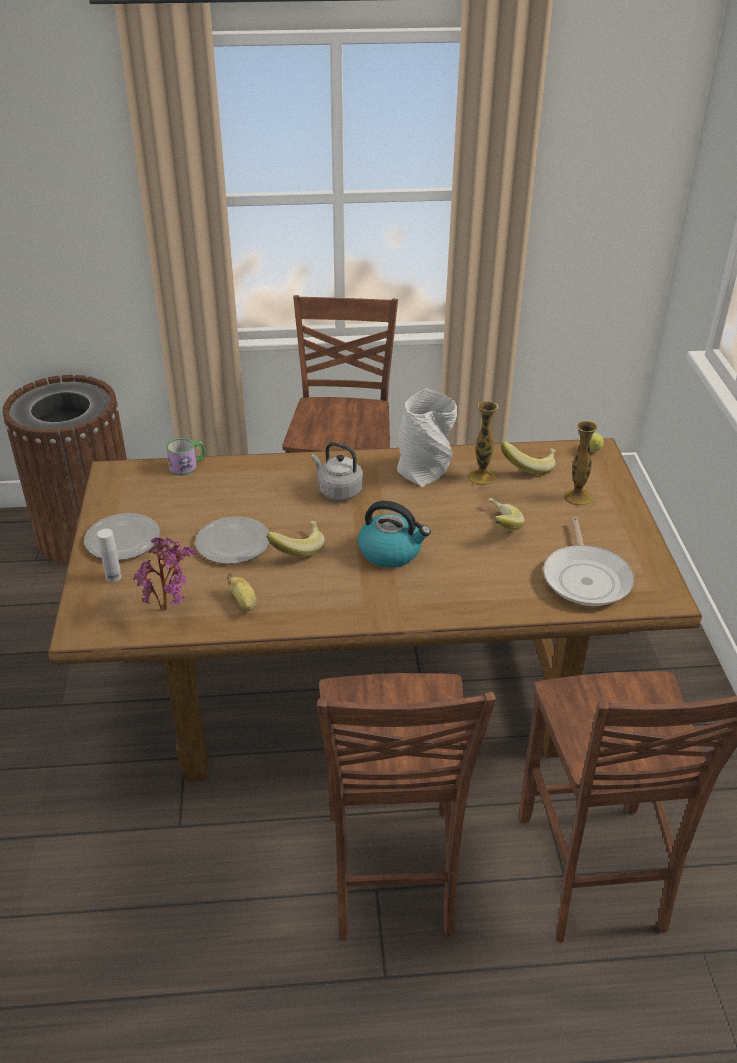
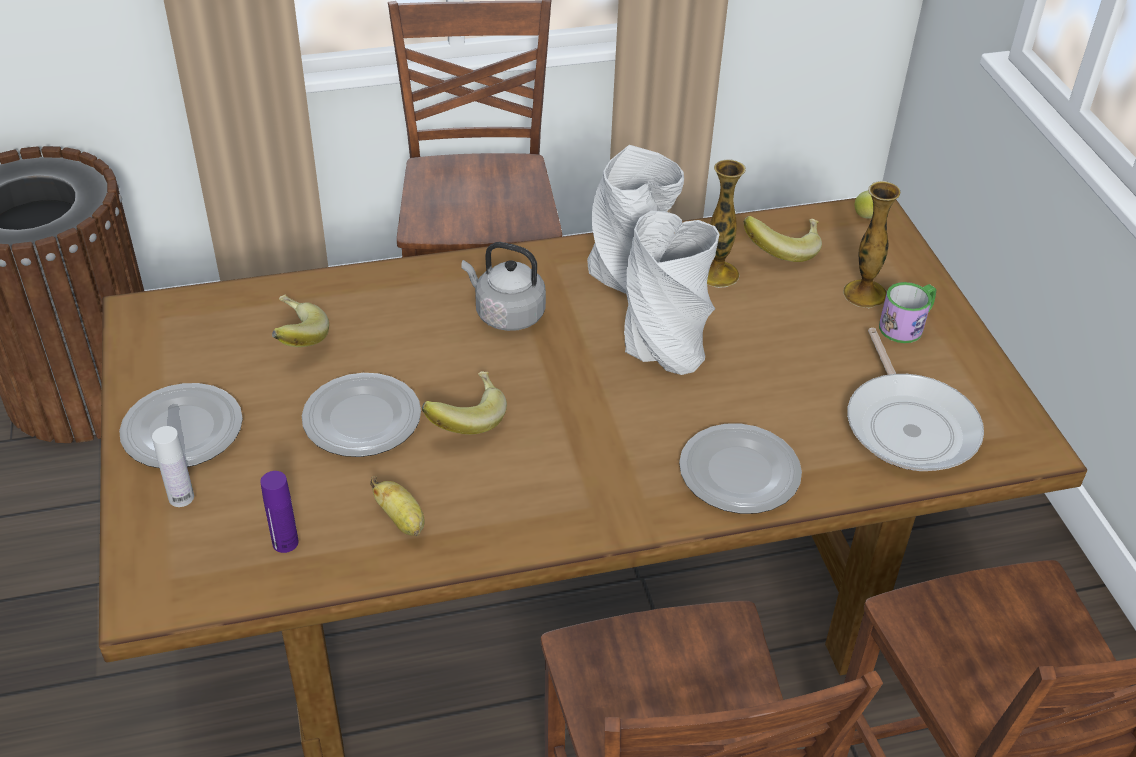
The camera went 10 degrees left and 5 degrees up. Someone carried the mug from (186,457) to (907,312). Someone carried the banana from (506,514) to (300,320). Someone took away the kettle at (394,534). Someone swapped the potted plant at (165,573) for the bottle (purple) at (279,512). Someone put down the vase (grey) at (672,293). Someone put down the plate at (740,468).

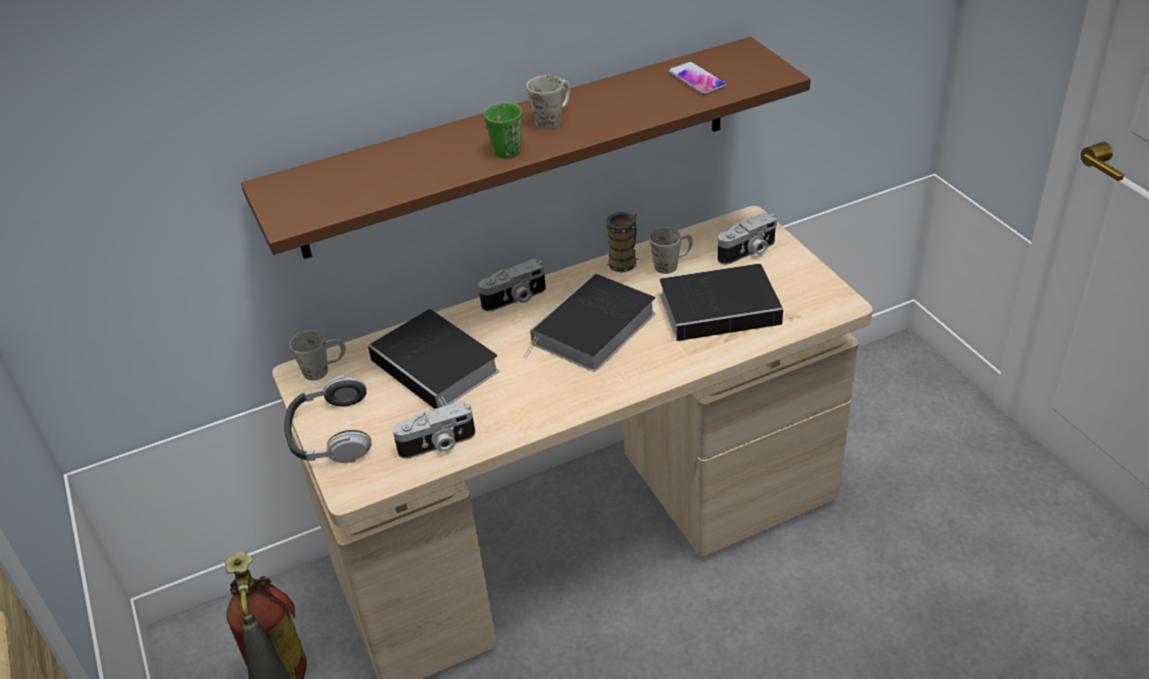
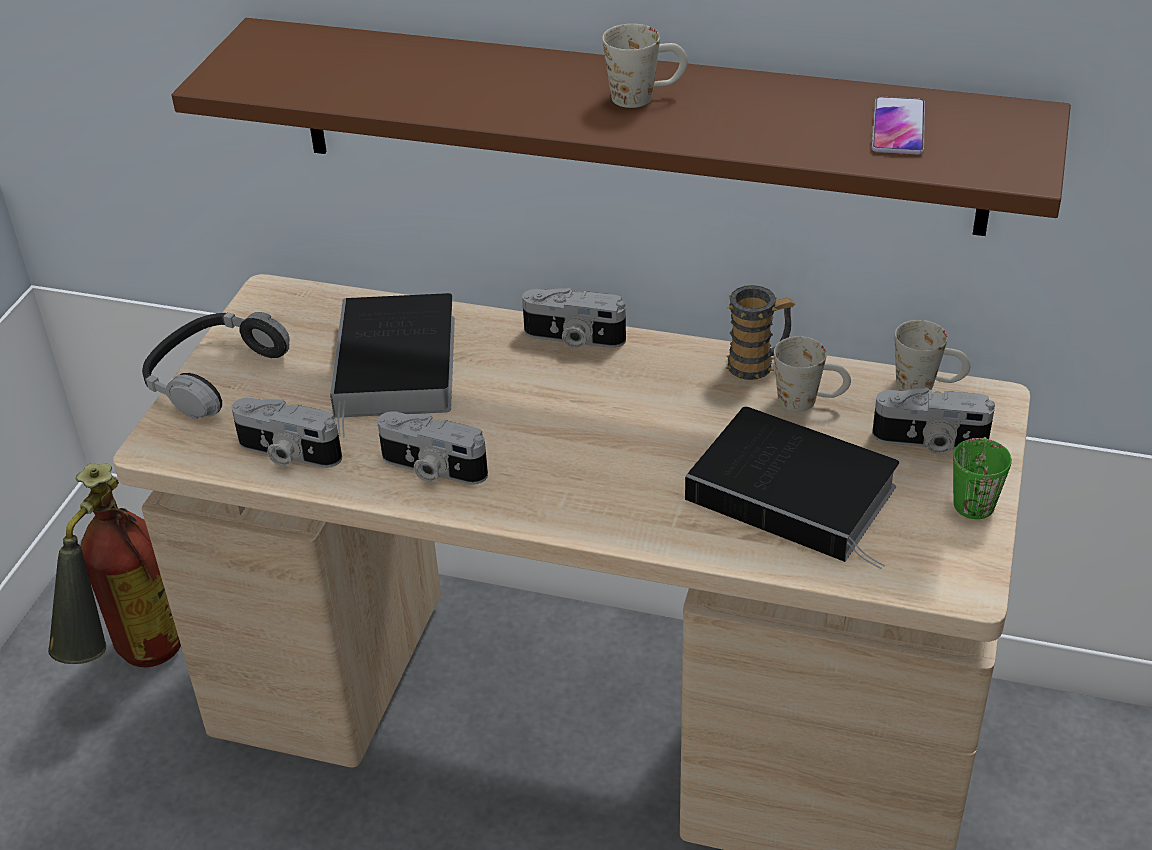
The camera went 40 degrees right and 0 degrees up. Someone carried the mug (green) from (503,131) to (982,478). Someone took away the book at (589,322). Someone carried the mug (white) from (318,355) to (932,355). Someone put down the photo camera at (432,448).

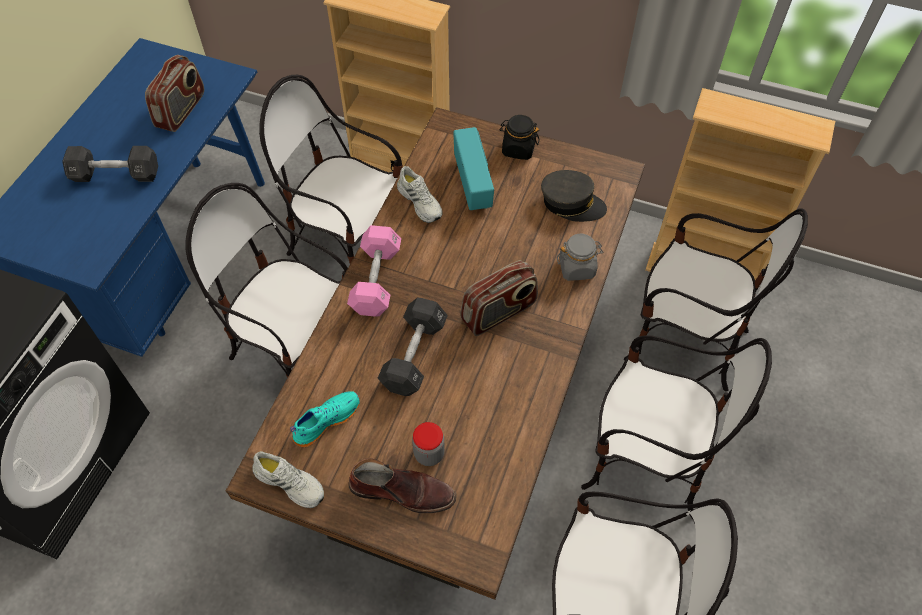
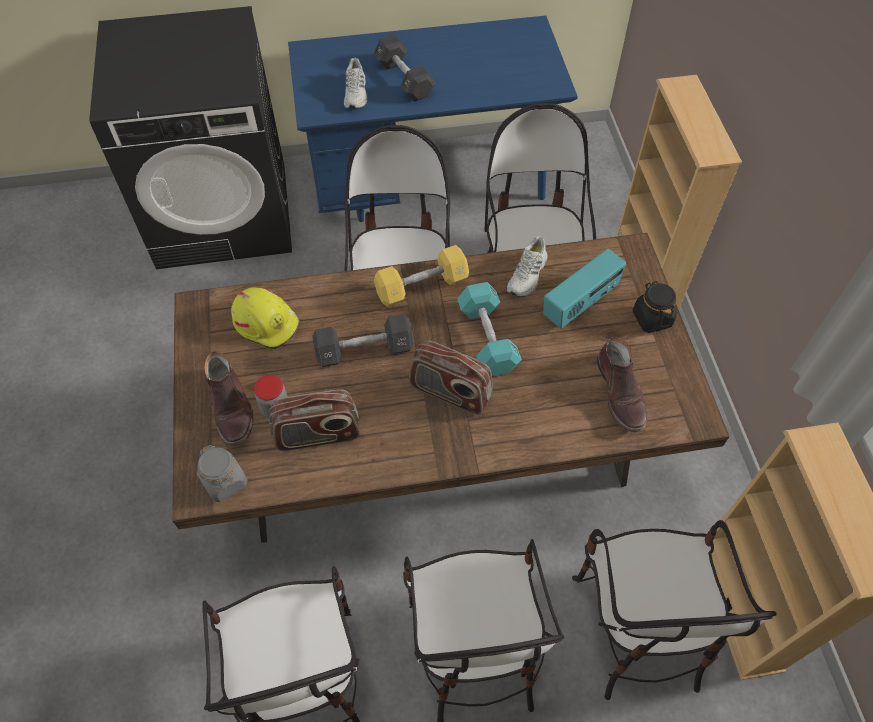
The camera went 60 degrees right and 0 degrees up. Someone carried the radio from (174,93) to (314,420). Someone swapped the cap (grey) at (574,196) for the boot (brown) at (622,385). Someone repainted the dumbbell (pink) at (374,271), which became the dumbbell (yellow) at (421,276). Someone carried the jar (grey) from (580,257) to (222,473). Someone swapped the shoe (turquoise) at (325,419) for the hard hat (yellow) at (265,318). Someone carried the shoe (white) from (288,479) to (355,83). Someone put down the dumbbell (turquoise) at (489,329).

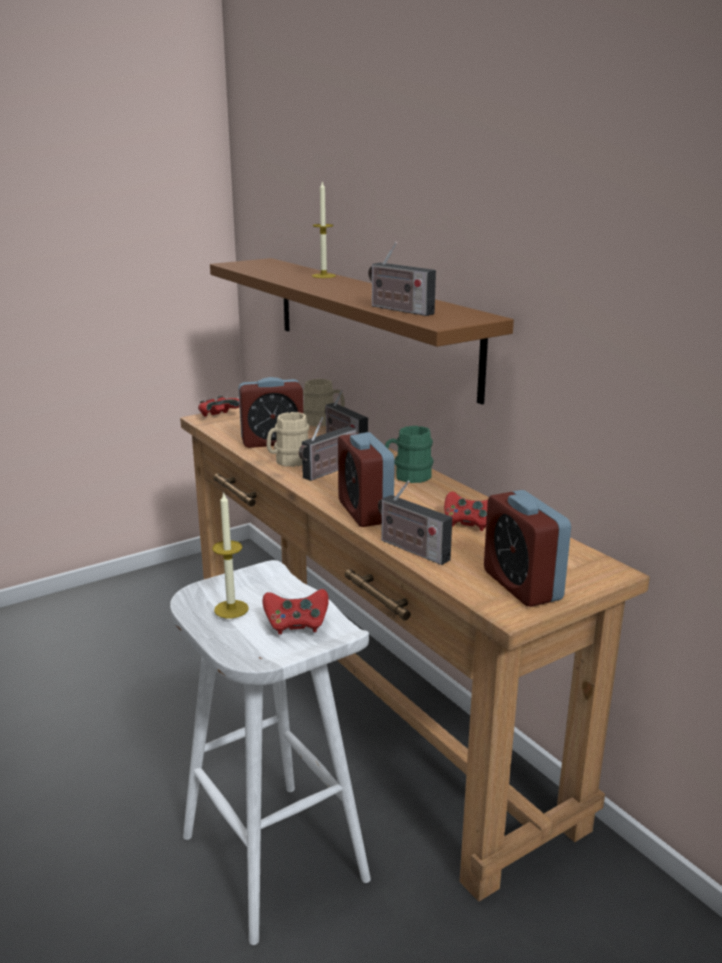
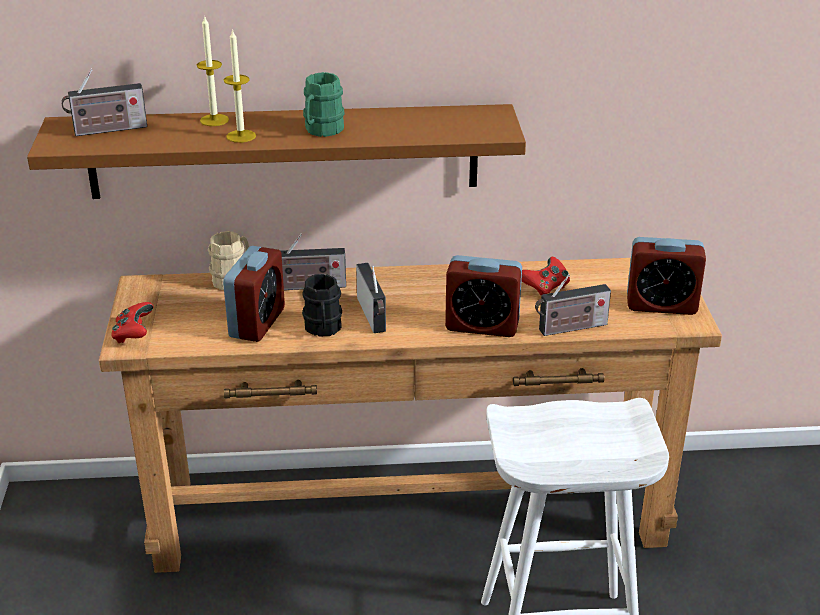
The camera went 60 degrees left and 10 degrees up. Someone carried the radio from (402,279) to (104,102). Someone repainted the mug (beige) at (288,439), which became the mug (black) at (322,305). Someone carried the mug (green) from (409,454) to (323,104). Someone carried the candle from (230,555) to (240,86). Someone took away the game controller (red) at (295,611).

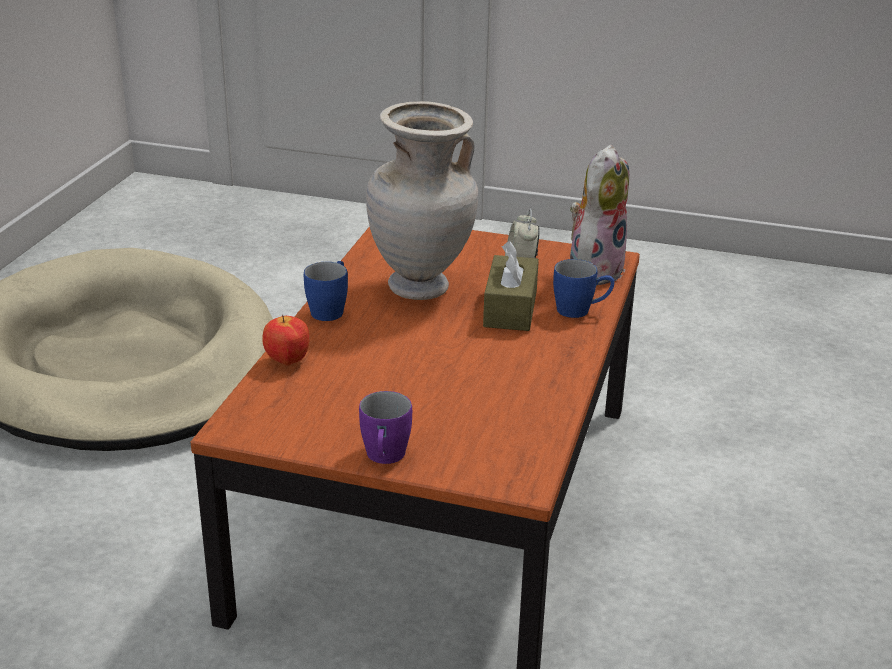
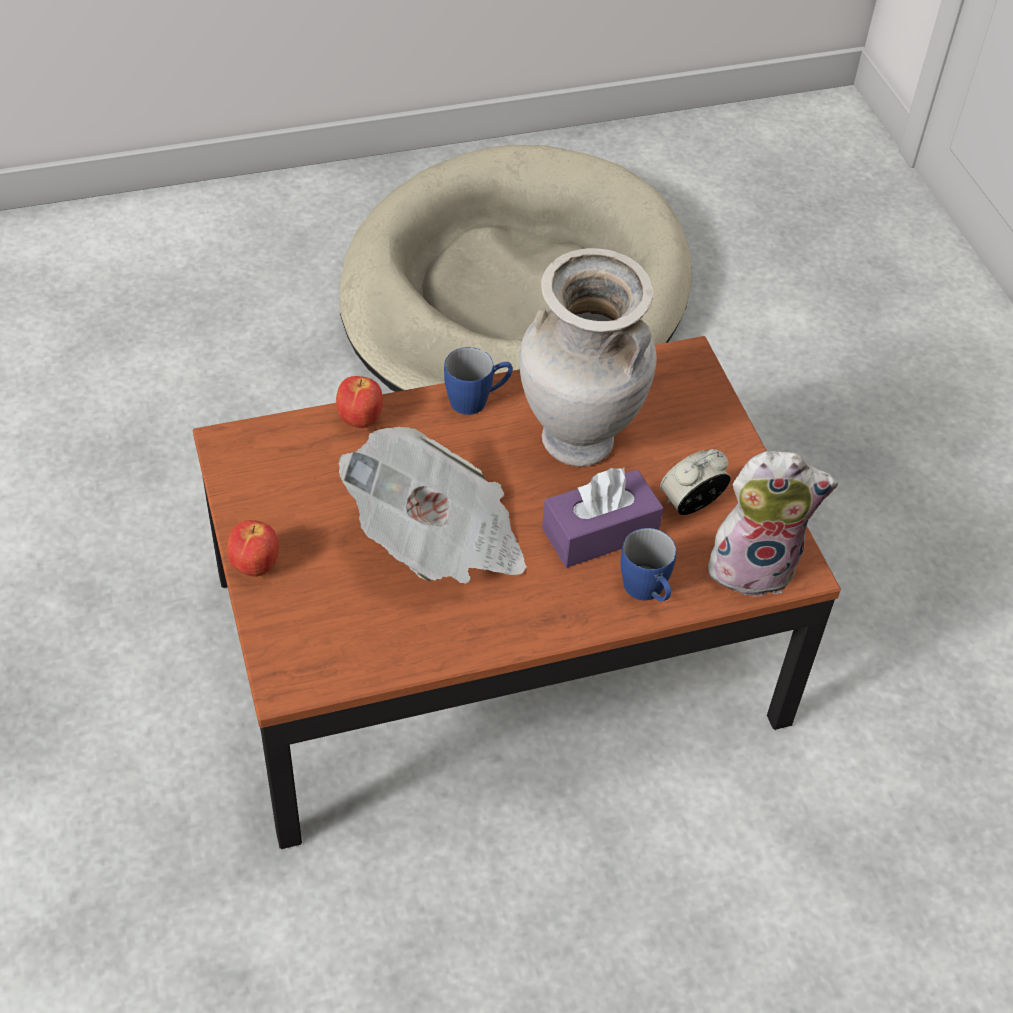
The camera went 55 degrees right and 20 degrees up. Someone repainted the tissue box (brown) at (511,286), which became the tissue box (purple) at (602,517). Someone swapped the mug (purple) at (385,427) for the apple at (253,548). Someone put down the newspaper at (433,505).

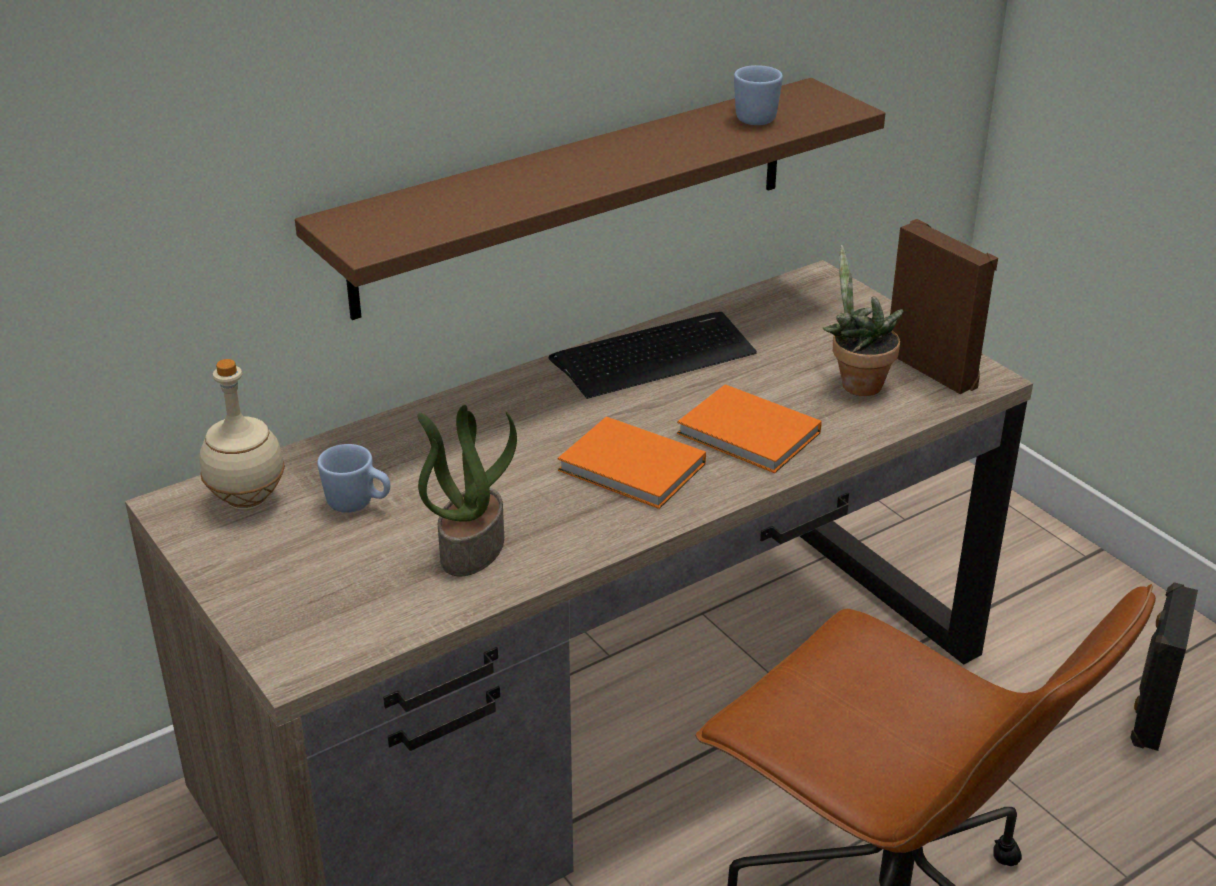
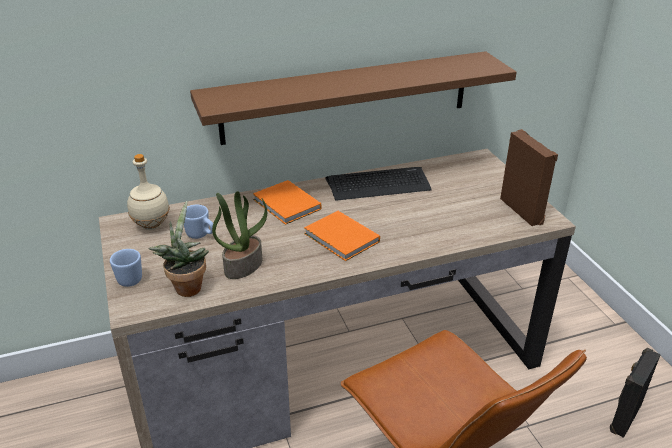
The camera went 15 degrees right and 0 degrees up. Someone carried the mug (blue) from (758,95) to (126,268). Someone carried the potted plant from (863,320) to (179,249). Someone carried the book (orange) from (749,428) to (287,202).

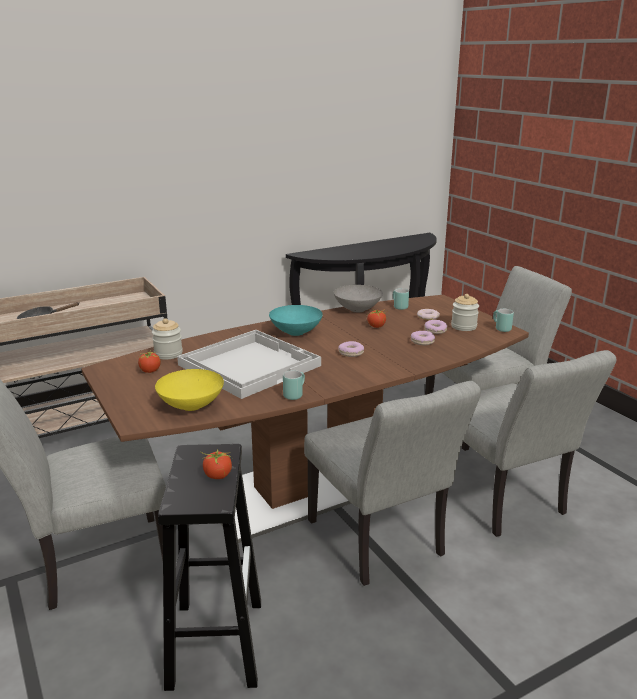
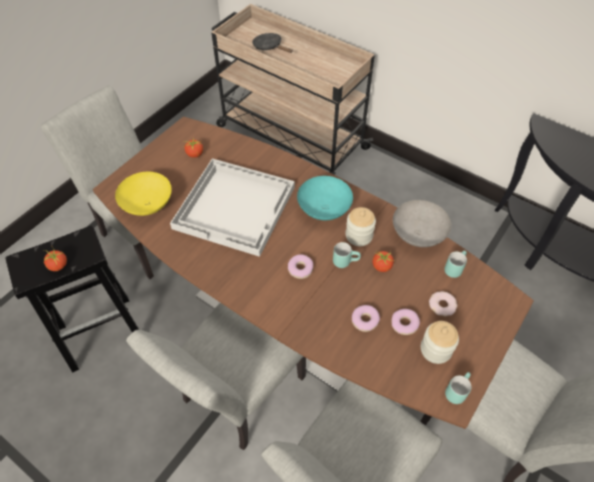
The camera went 65 degrees right and 30 degrees up. Someone carried the jar from (167,339) to (360,226). Someone carried the mug (turquoise) from (294,385) to (347,255).

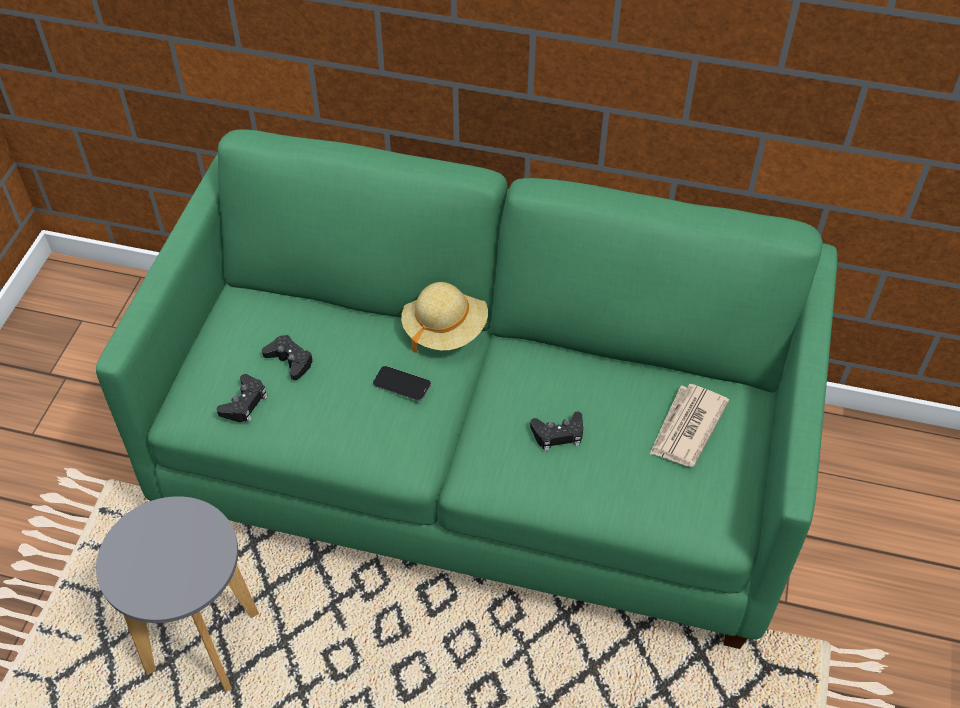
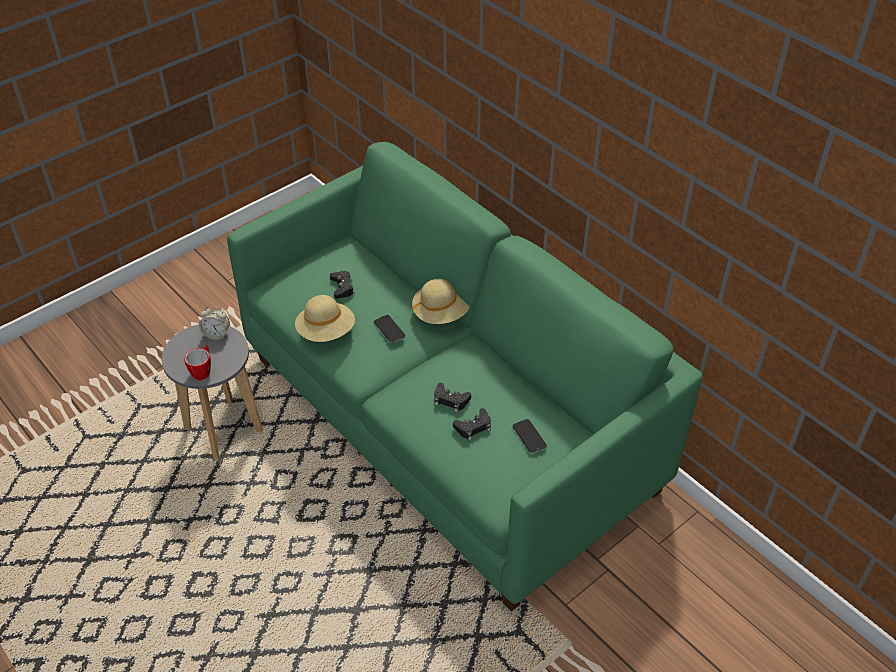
The camera went 35 degrees right and 5 degrees down. Someone carried the game controller (black) from (242,398) to (472,424). Someone swapped the newspaper at (689,425) for the phone at (530,436). Someone put down the hat (beige) at (325,318). Someone put down the alarm clock at (214,323). Someone put down the mug at (197,362).

